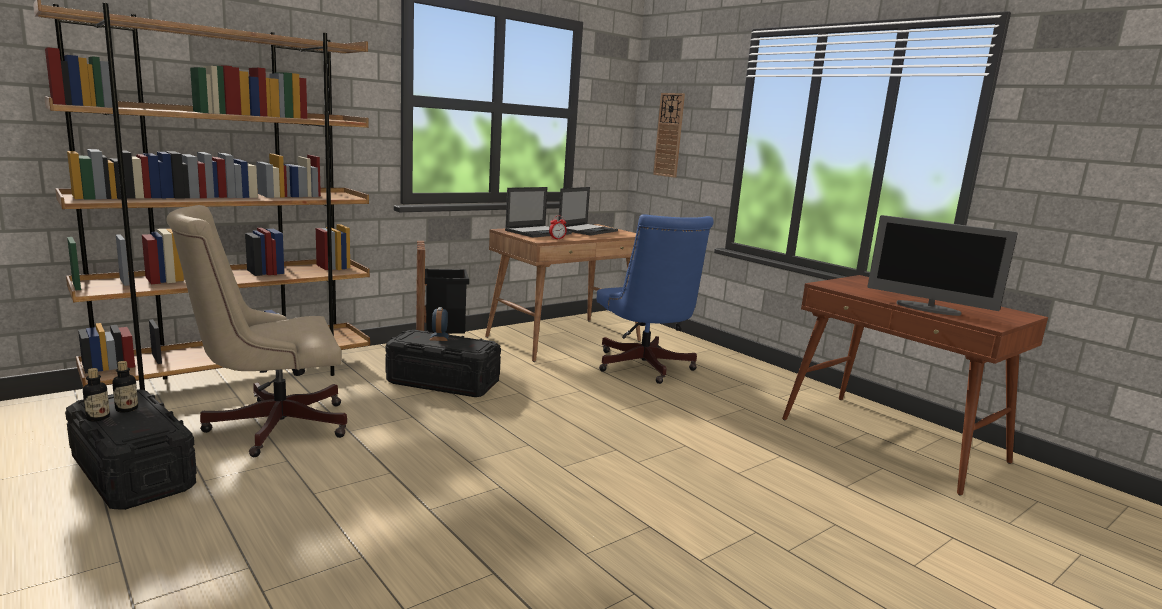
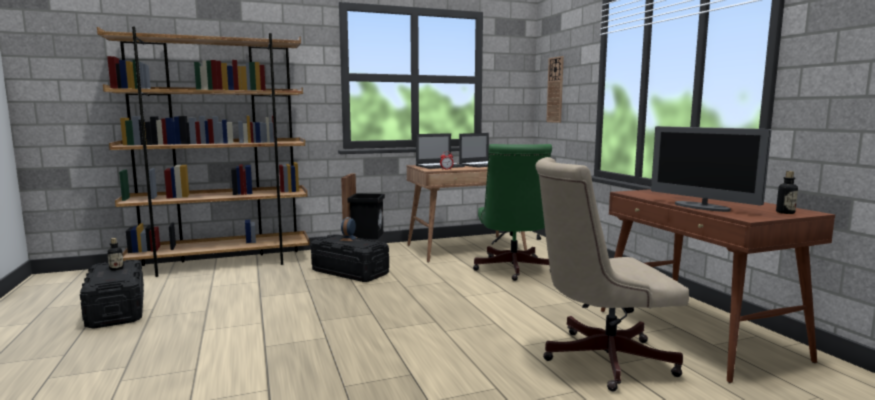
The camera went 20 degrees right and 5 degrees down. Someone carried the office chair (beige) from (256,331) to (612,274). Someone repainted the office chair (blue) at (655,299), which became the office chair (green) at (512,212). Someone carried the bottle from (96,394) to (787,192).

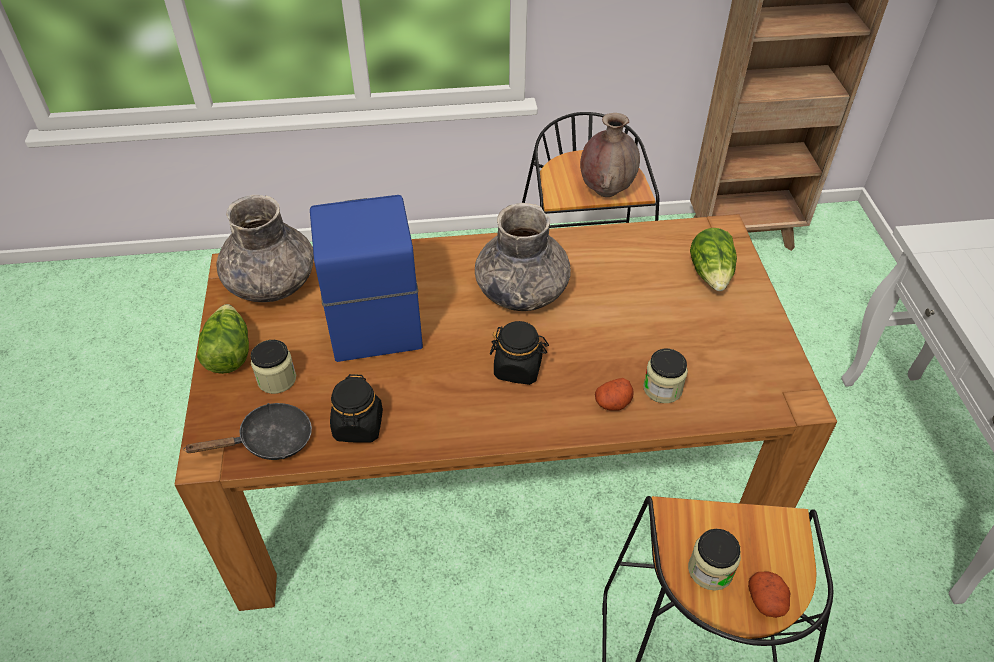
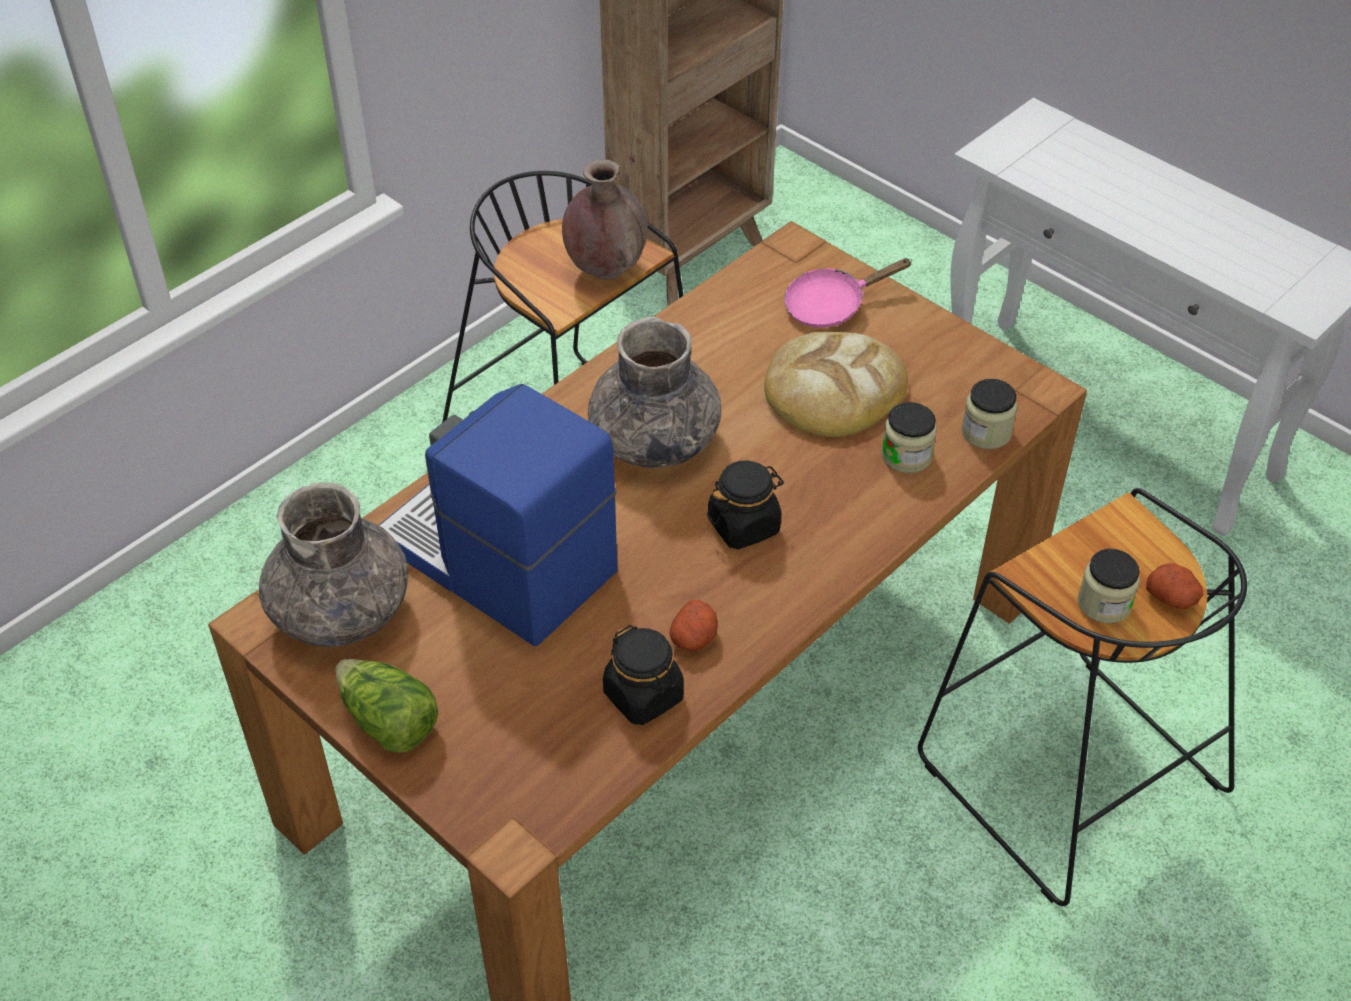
The camera went 40 degrees left and 0 degrees up. Someone swapped the lettuce at (713,259) for the frying pan (pink) at (847,293). Someone carried the jar from (273,367) to (989,414). Someone carried the potato from (614,394) to (693,625). Someone took away the frying pan (black) at (247,431). Someone put down the bread at (836,384).

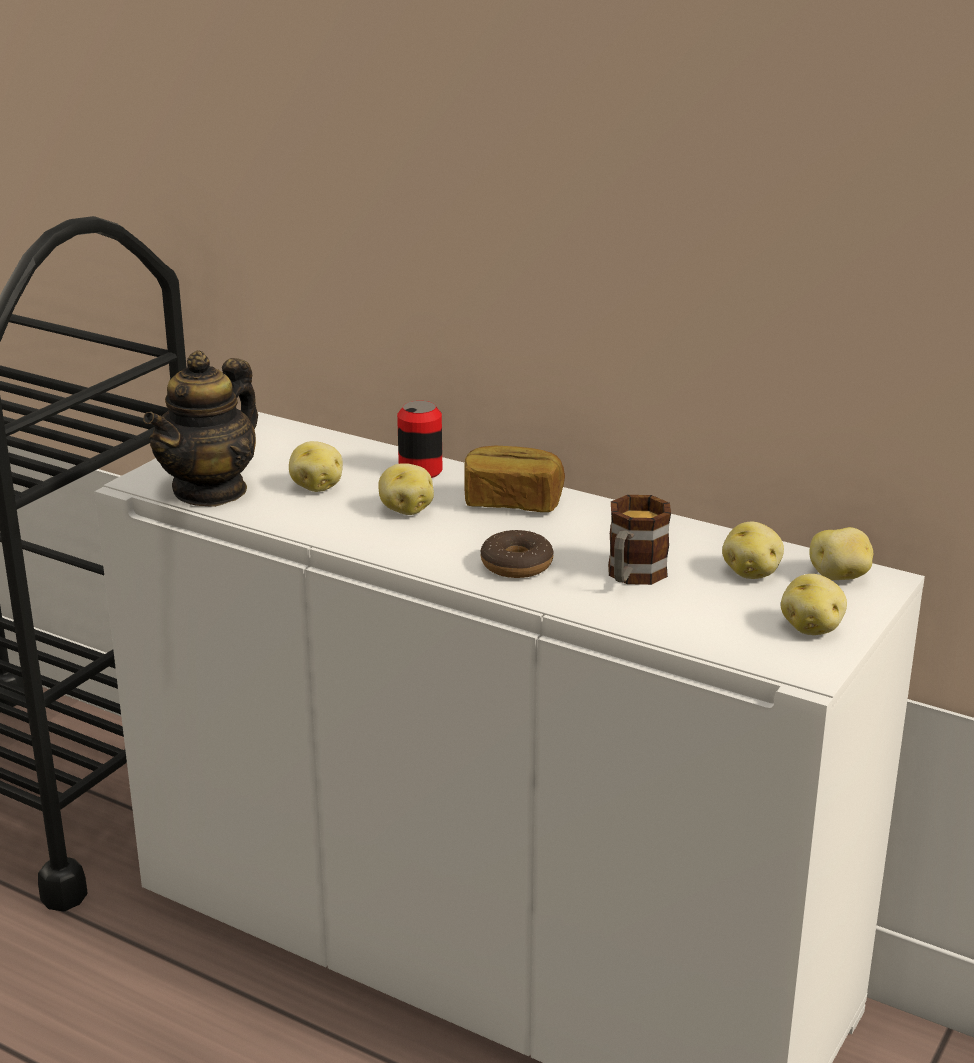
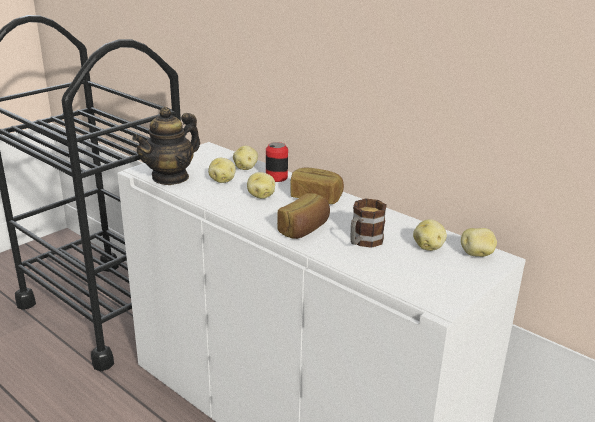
The camera went 10 degrees right and 0 degrees up. Someone swapped the donut at (517,554) for the bread at (303,216). Someone carried the potato from (814,604) to (245,158).

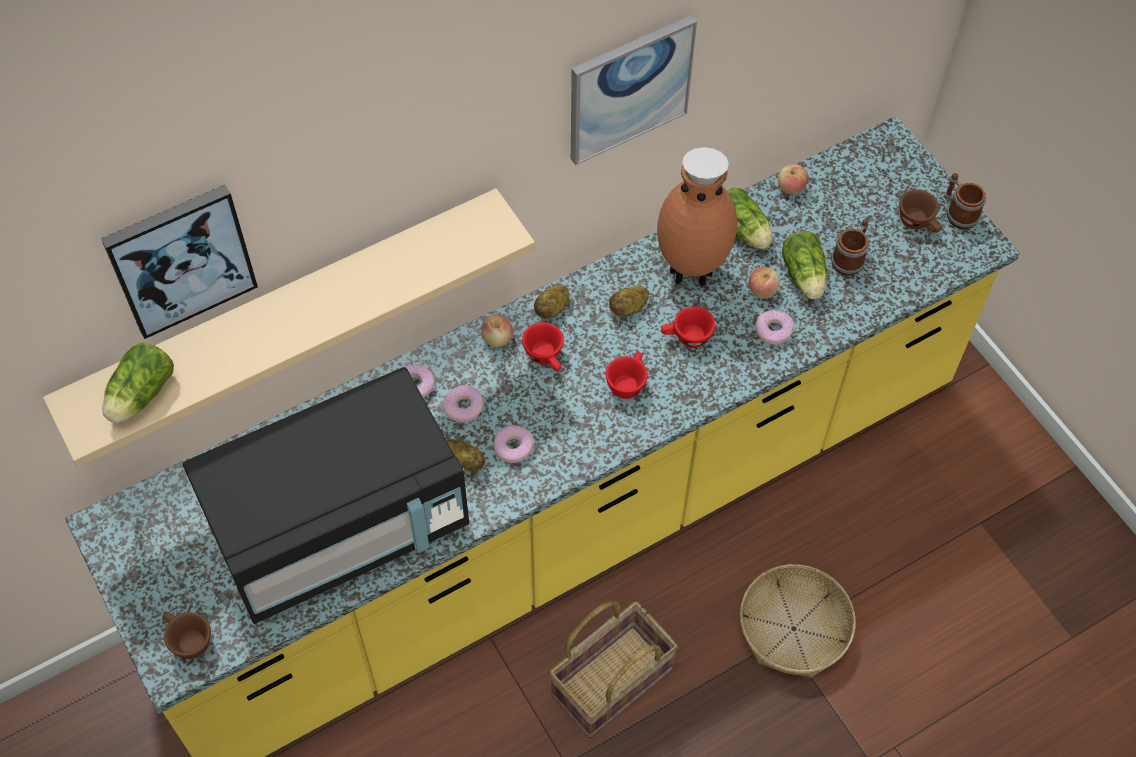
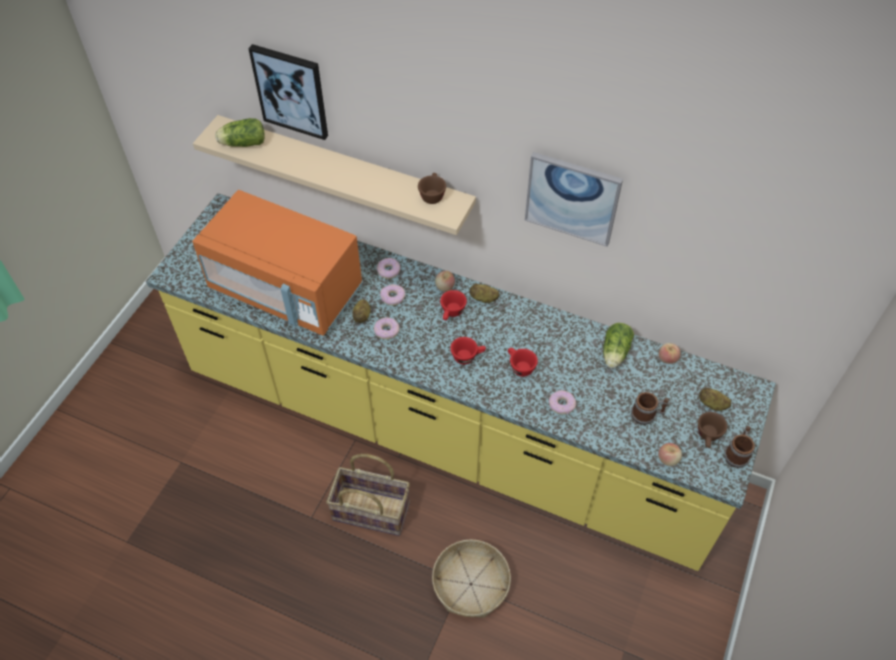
The camera went 55 degrees right and 5 degrees down. Someone took away the vase (brown) at (697,217). Someone took away the lettuce at (804,265). Someone carried the apple from (764,282) to (670,454). Someone carried the potato from (629,301) to (715,399). Someone repainted the microwave (black) at (326,495), which became the microwave (orange) at (277,263). Someone carried the cup (brown) from (186,635) to (432,188).

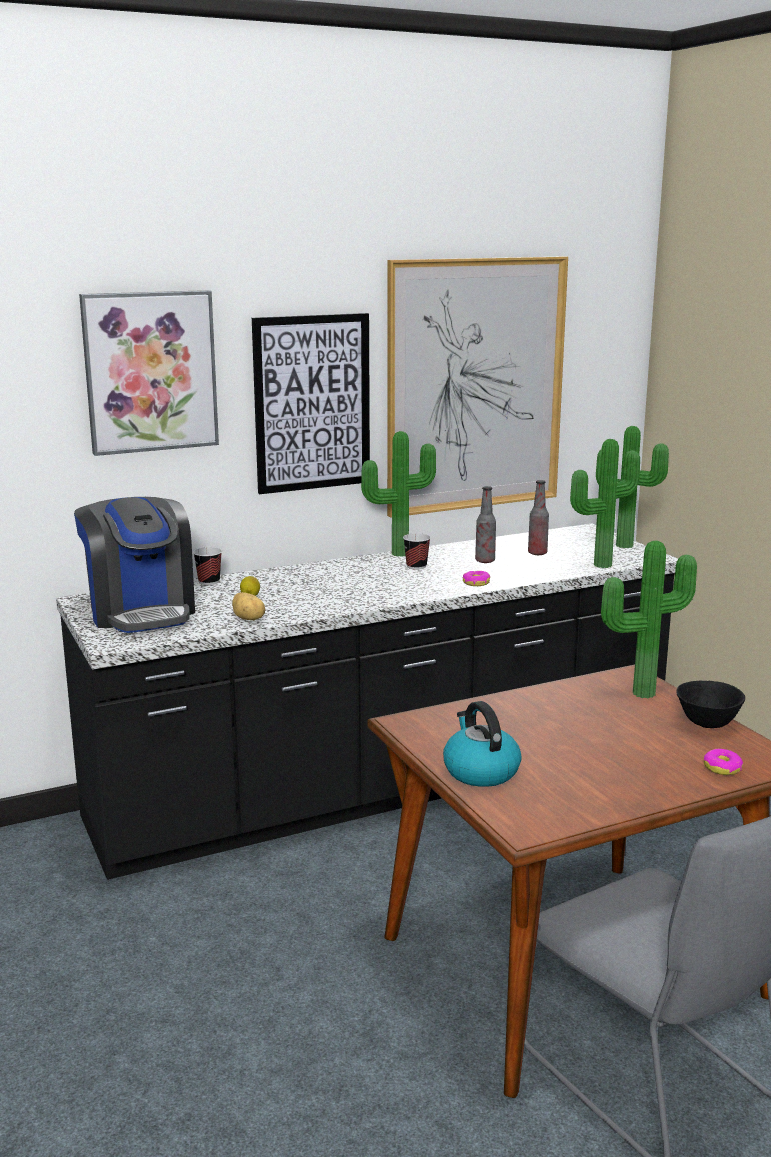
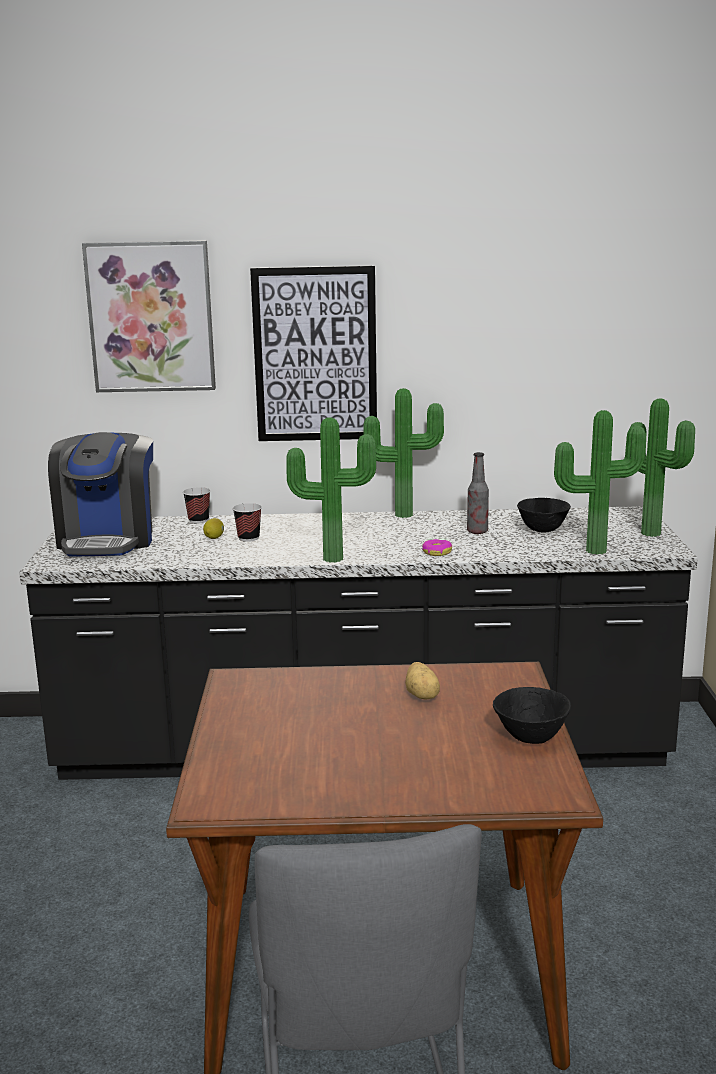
The camera went 25 degrees right and 0 degrees up. Someone took away the picture at (477,387). Someone swapped the bottle at (538,517) for the bowl (black) at (544,515). Someone carried the cup from (417,551) to (247,522). Someone carried the potted plant from (649,619) to (331,490). Someone carried the potato from (248,606) to (422,681). Someone took away the kettle at (482,744). Someone took away the donut at (723,762).

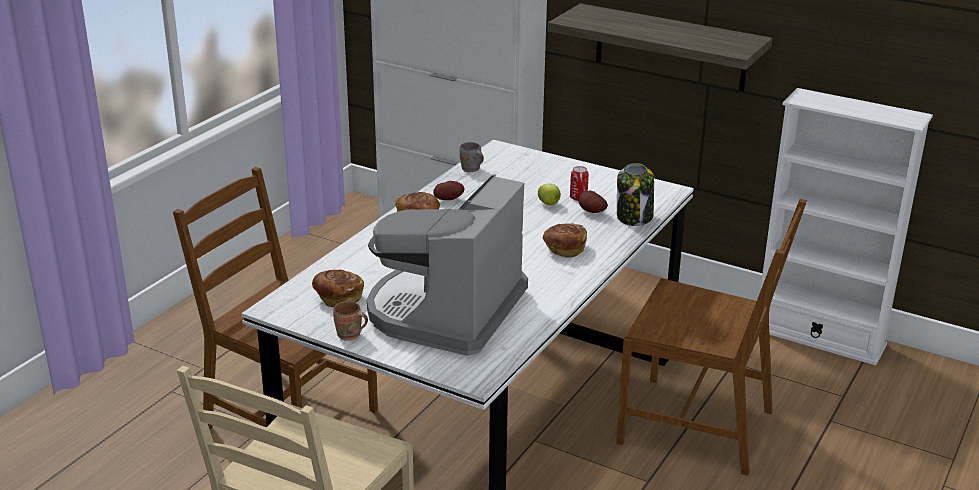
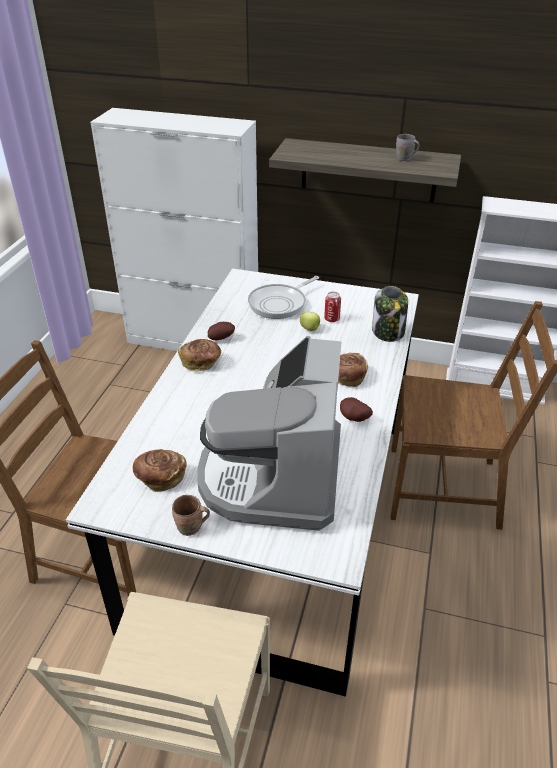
The camera went 15 degrees left and 10 degrees up. Someone carried the mug (grey) from (471,157) to (408,147). Someone carried the potato from (593,202) to (356,409). Someone put down the frying pan at (283,297).

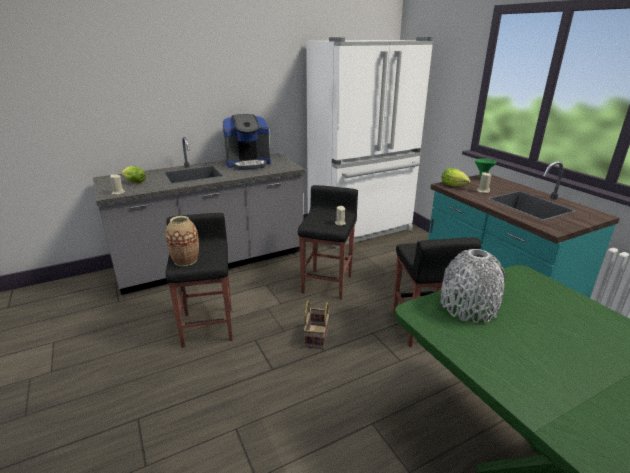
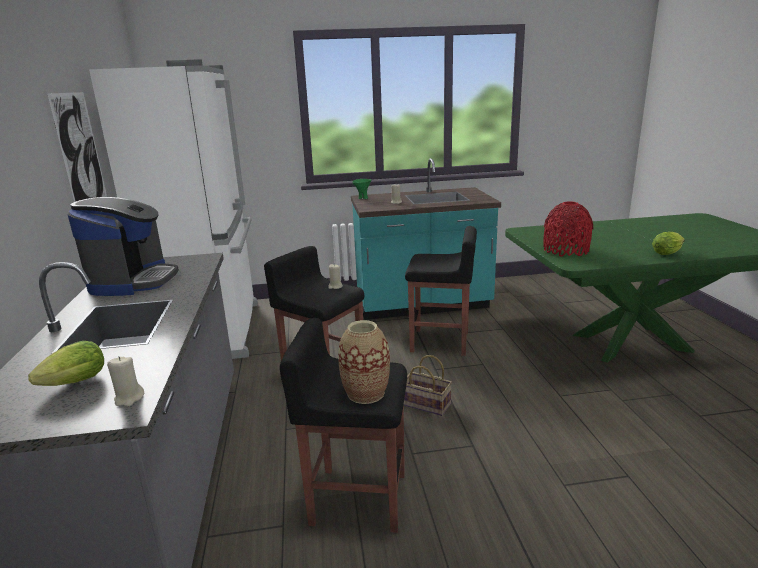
The camera went 70 degrees left and 5 degrees down. Someone carried the lettuce from (456,177) to (668,243). Someone repainted the vase (grey) at (473,286), which became the vase (red) at (568,229). Someone put up the picture at (77,147).

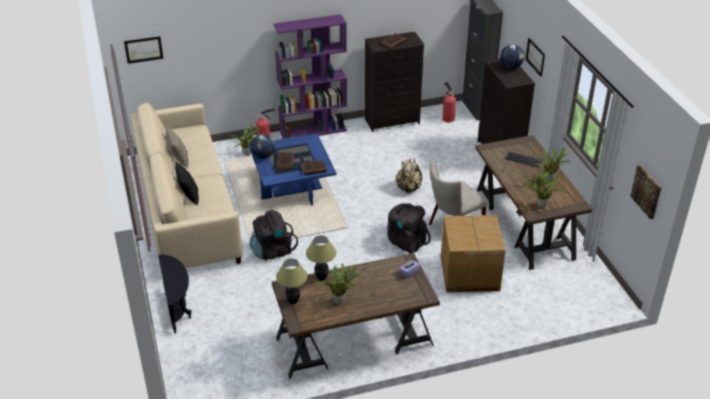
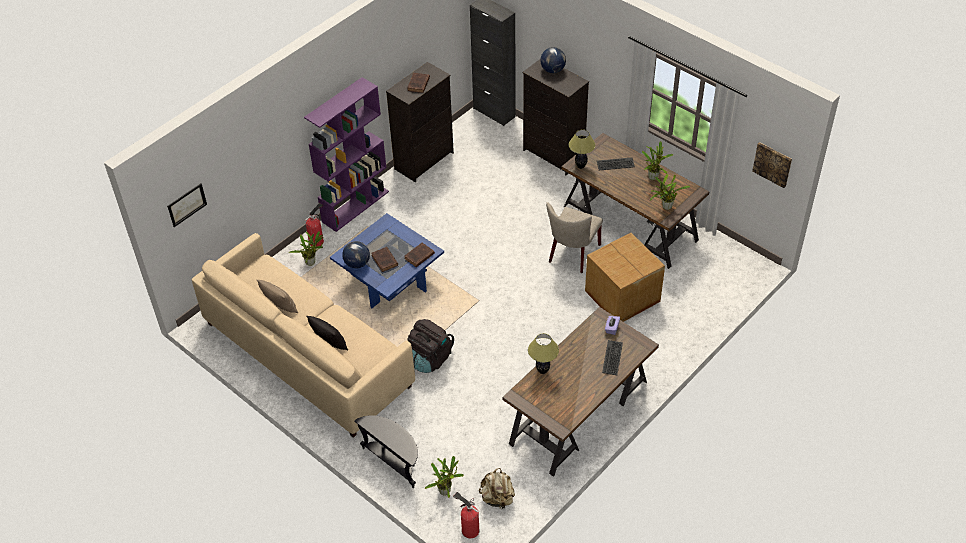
The camera went 30 degrees left and 10 degrees up. Someone took away the picture at (535,57). Someone carried the fire extinguisher from (449,102) to (466,515). Someone carried the backpack (beige) from (408,175) to (497,488). Someone took away the backpack (black) at (408,228). Someone carried the table lamp from (292,281) to (582,149). Someone carried the potted plant from (337,284) to (444,477). Someone put down the keyboard at (612,357).

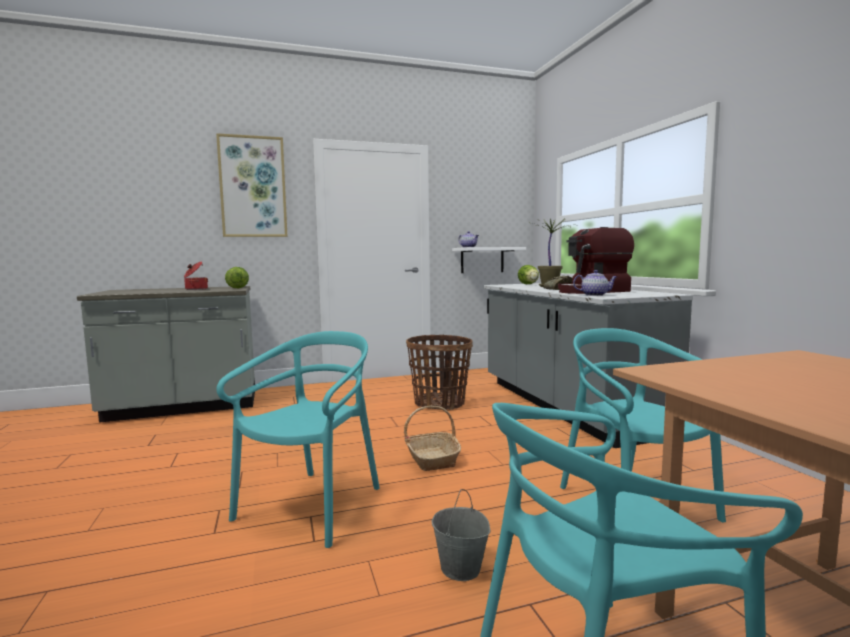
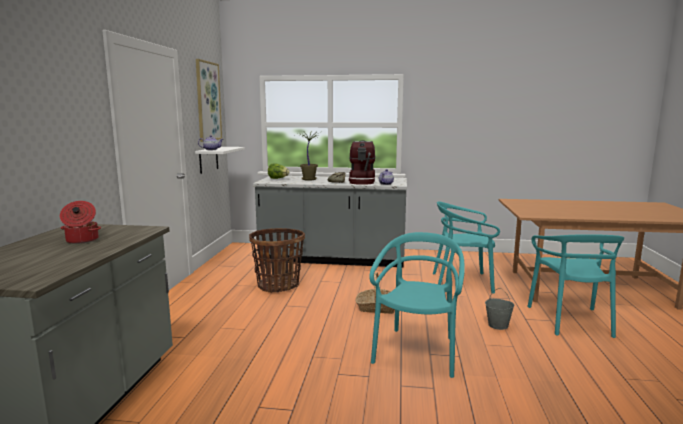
The camera went 65 degrees left and 5 degrees up. Someone carried the picture from (252,185) to (209,100). Someone took away the lettuce at (237,277). Someone rotated the chair (turquoise) at (297,439) by 60 degrees clockwise.

